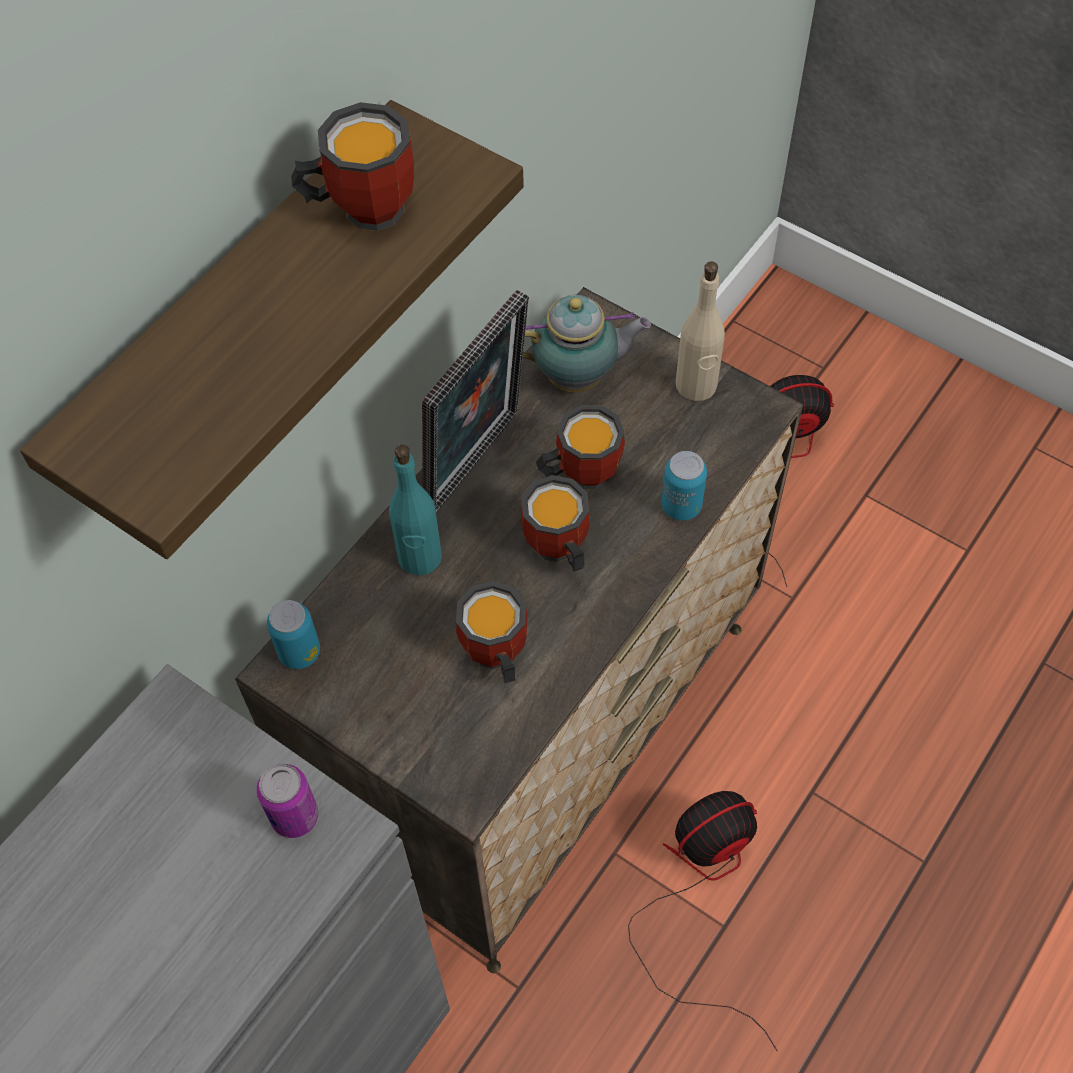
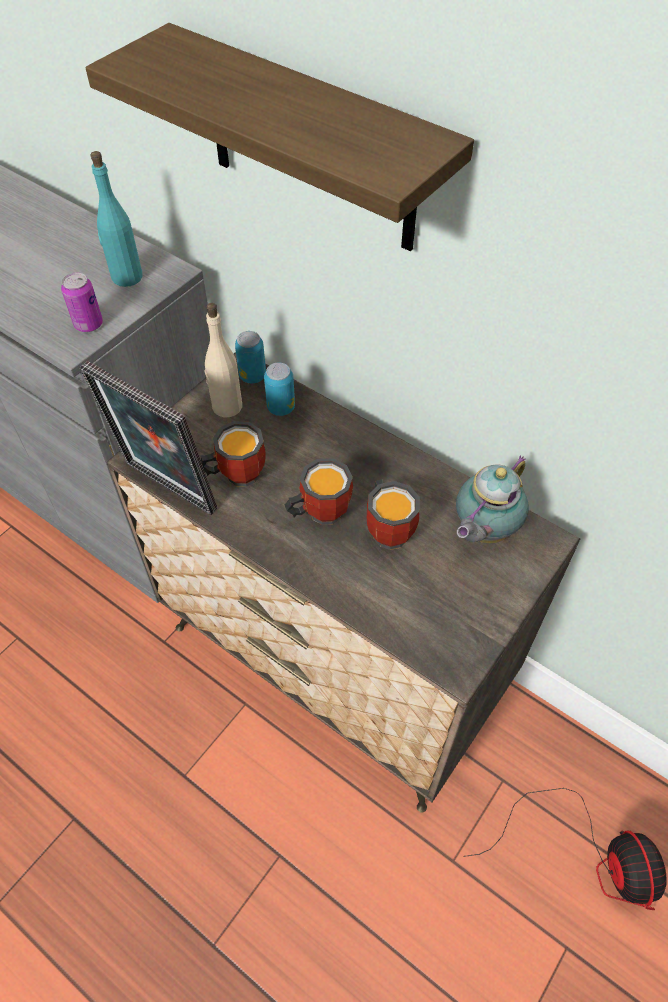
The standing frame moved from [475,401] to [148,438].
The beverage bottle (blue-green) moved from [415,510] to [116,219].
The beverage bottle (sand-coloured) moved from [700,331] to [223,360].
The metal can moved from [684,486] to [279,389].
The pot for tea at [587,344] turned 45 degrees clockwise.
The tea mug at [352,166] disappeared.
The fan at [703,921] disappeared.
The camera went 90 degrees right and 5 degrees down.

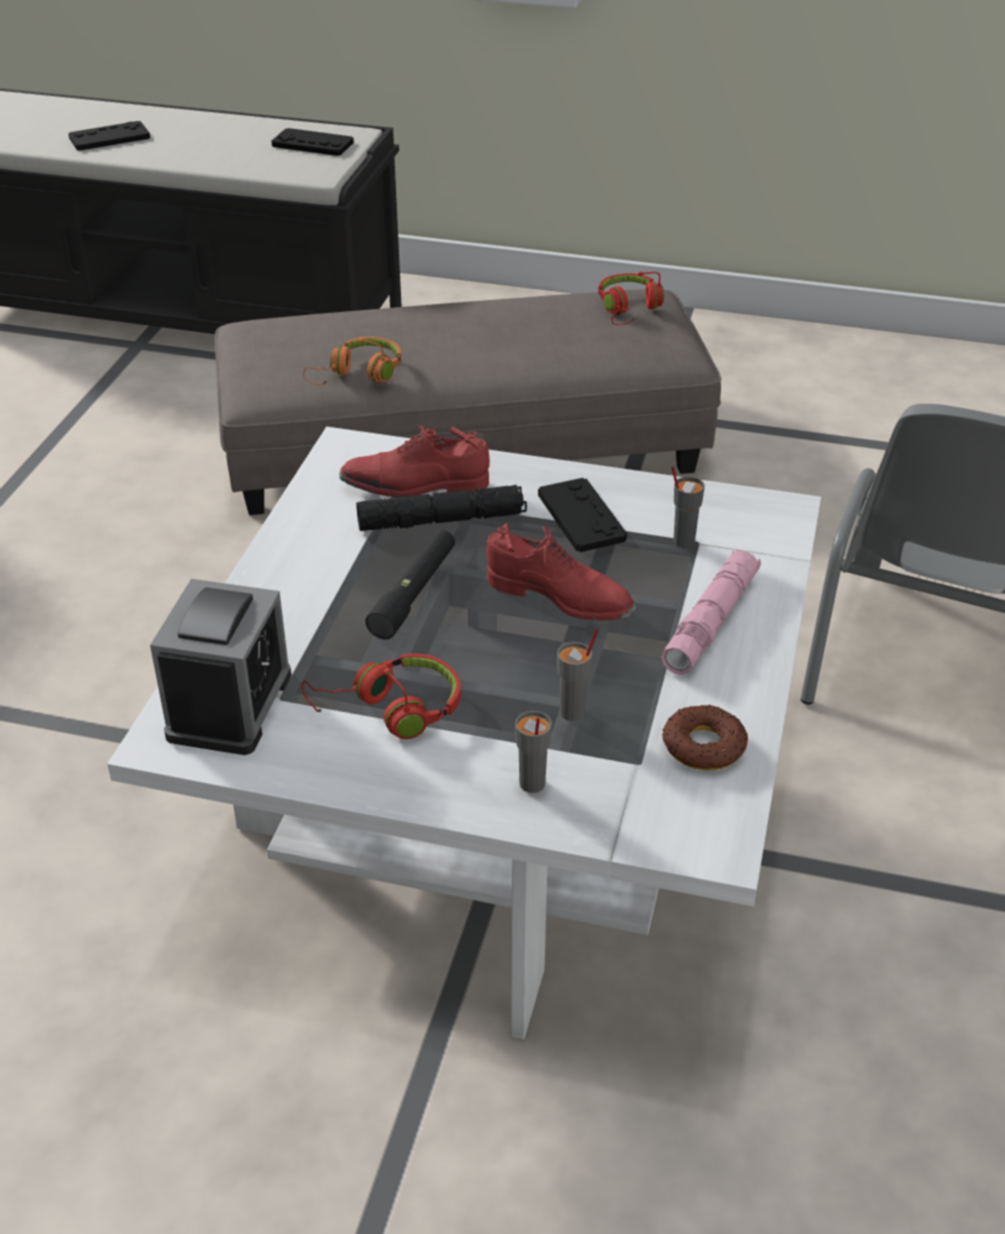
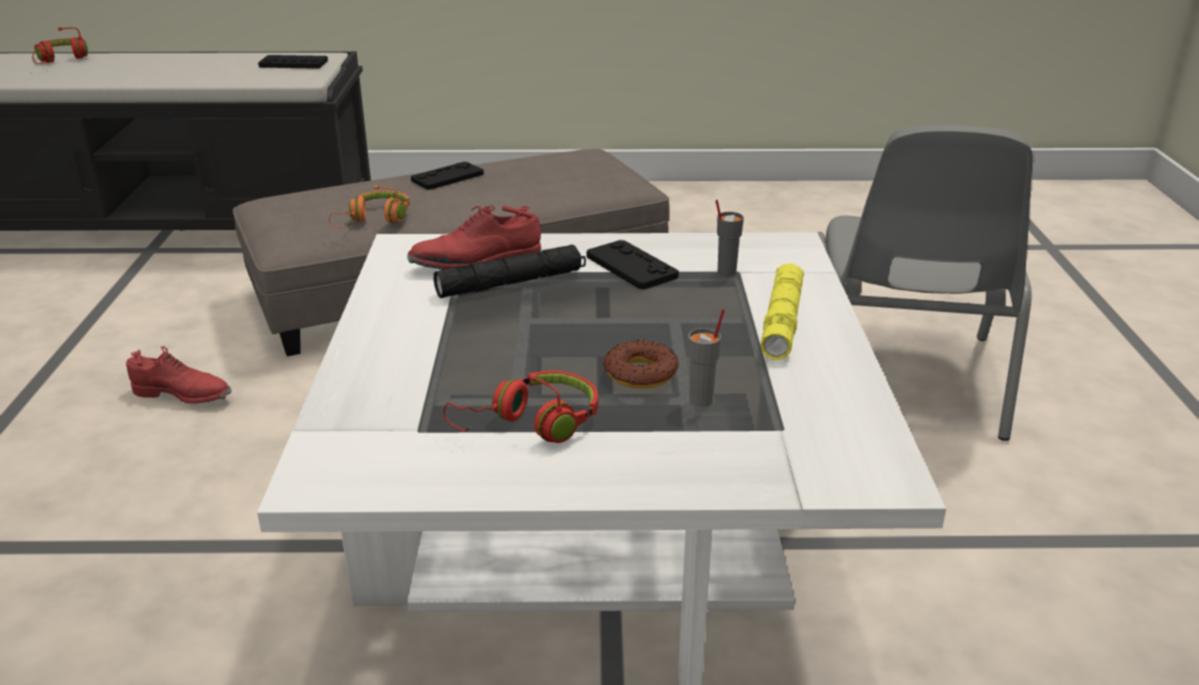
The pair of headphones (red-coloured) moved from [631,298] to [60,45].
The item of footwear (red-coloured) moved from [561,572] to [178,374].
The game controller (black-coloured) moved from [109,136] to [447,176].
The donut moved from [705,737] to [641,364].
The torch (pink) at [711,612] became the torch (yellowish) at [782,311].
The alarm clock at [221,667] disappeared.
The torch (black-coloured) at [410,584] disappeared.
The small cup (greyish) at [533,752] disappeared.
The camera went 15 degrees left and 10 degrees down.

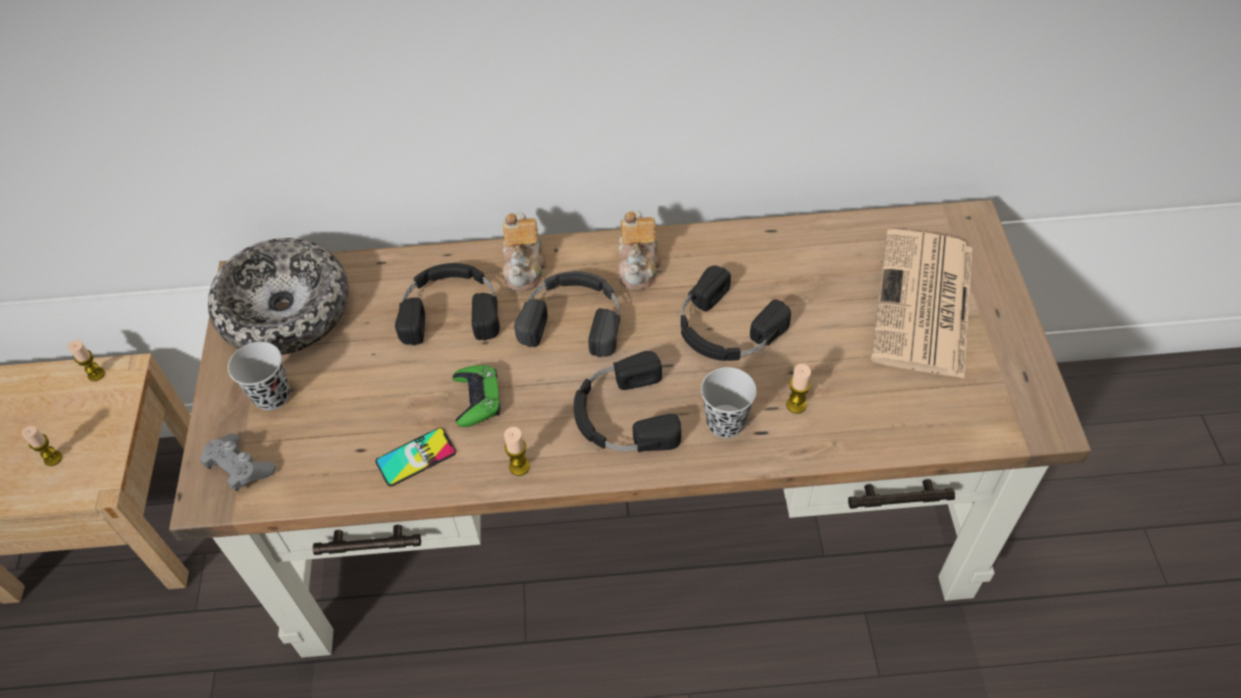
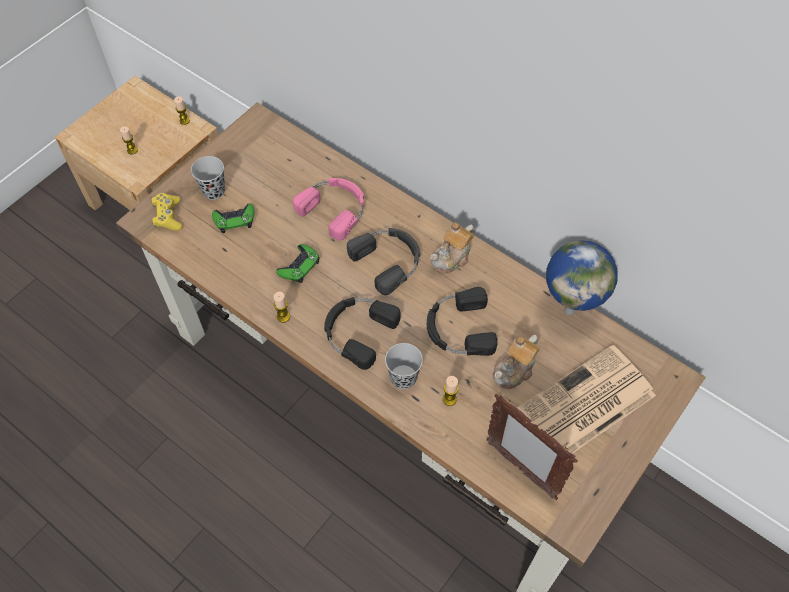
The game controller (greyish) at [238,462] became the game controller (yellowish) at [166,212].
The game controller (green-coloured) at [233,218] appeared.
The pair of headphones (black-coloured) at [447,304] became the pair of headphones (pink) at [328,209].
The standing frame at [532,447] appeared.
The pot for tea moved from [524,251] to [516,362].
The desk globe at [582,277] appeared.
The serving bowl at [278,296] disappeared.
The handset at [415,457] disappeared.
The camera went 40 degrees right and 5 degrees up.

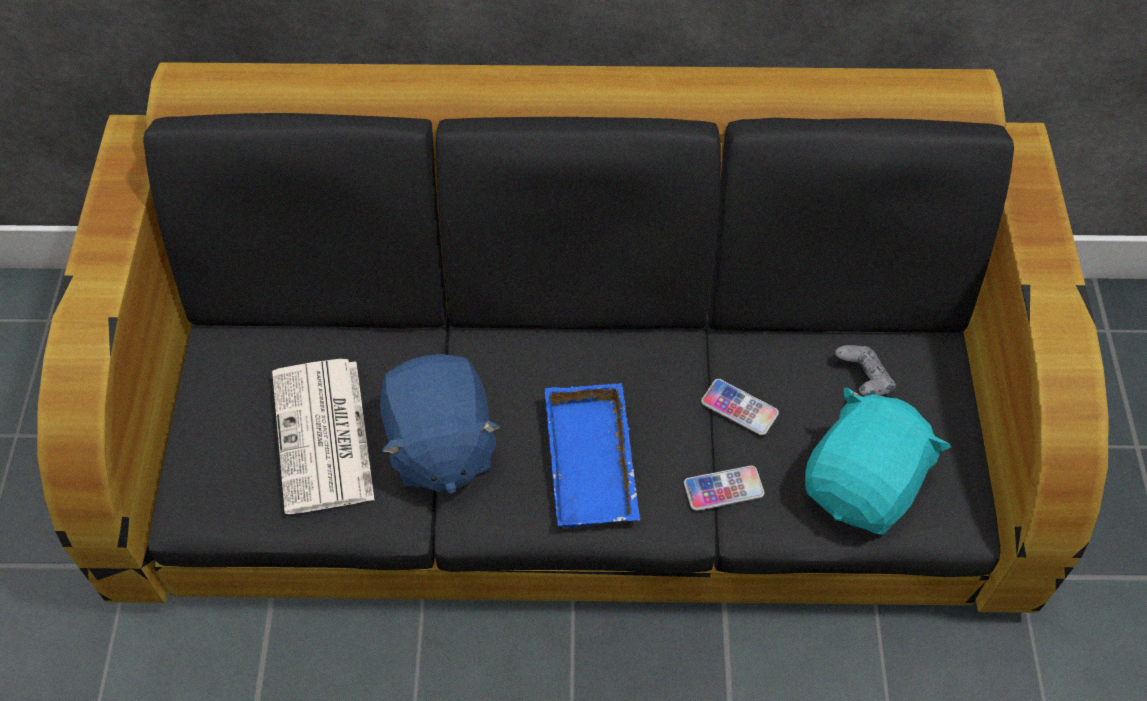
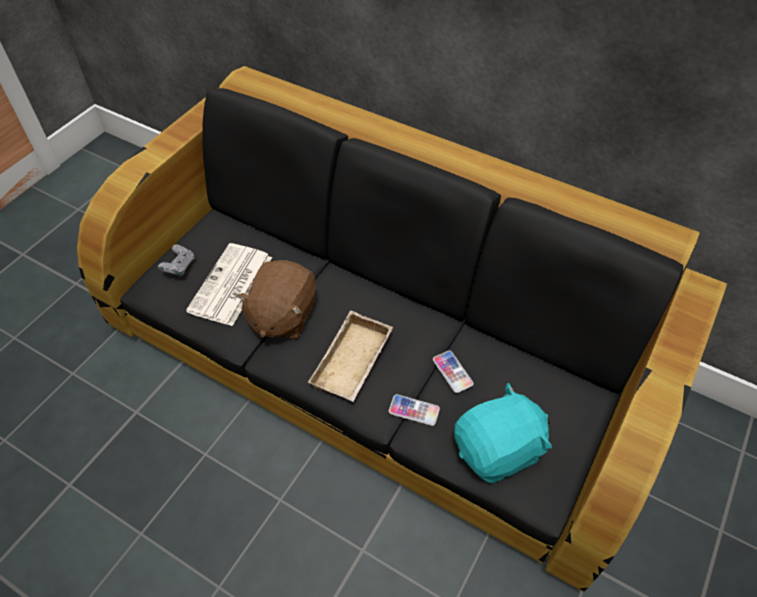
The game controller (greyish) moved from [865,370] to [176,261].
The cuddly toy (bluish) at [440,424] became the cuddly toy (brownish) at [276,299].
The serving tray (bluish) at [592,456] became the serving tray (sand-coloured) at [350,356].
The camera went 30 degrees right and 5 degrees down.

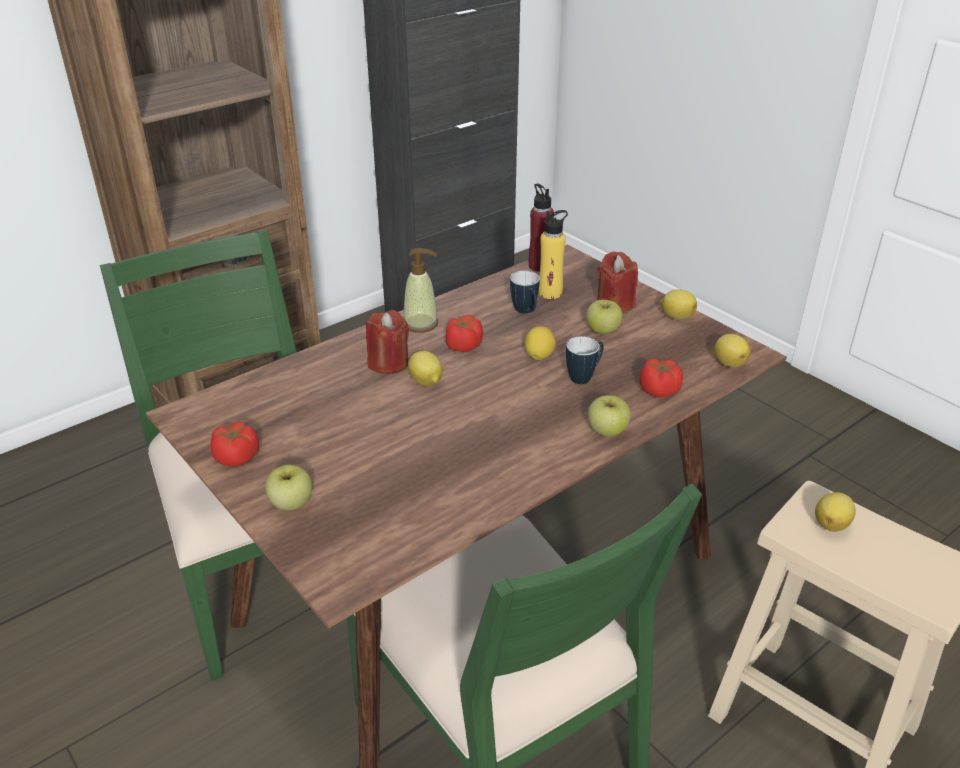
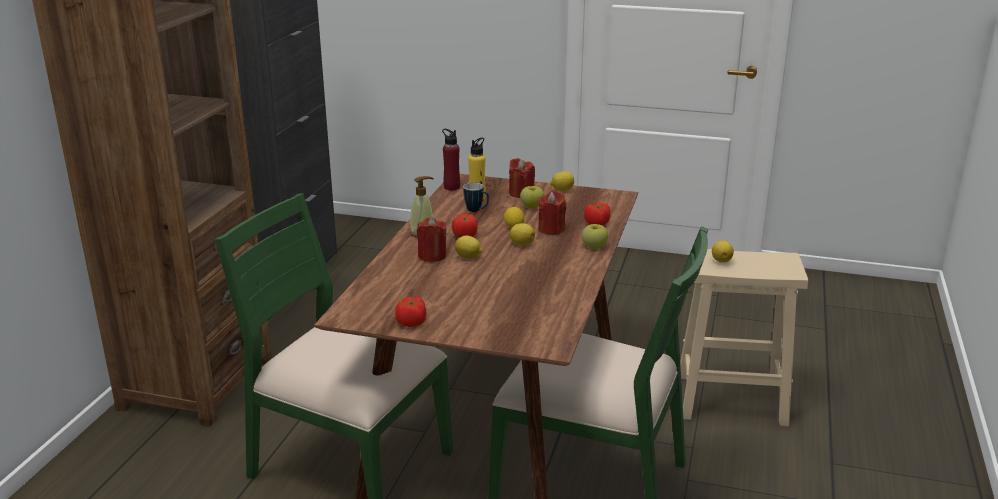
The whole lemon moved from [732,351] to [522,234].
The tea mug at [584,360] was replaced by the wax candle (red-coloured) at [552,213].
The apple at [288,487] disappeared.
The camera went 35 degrees left and 10 degrees down.

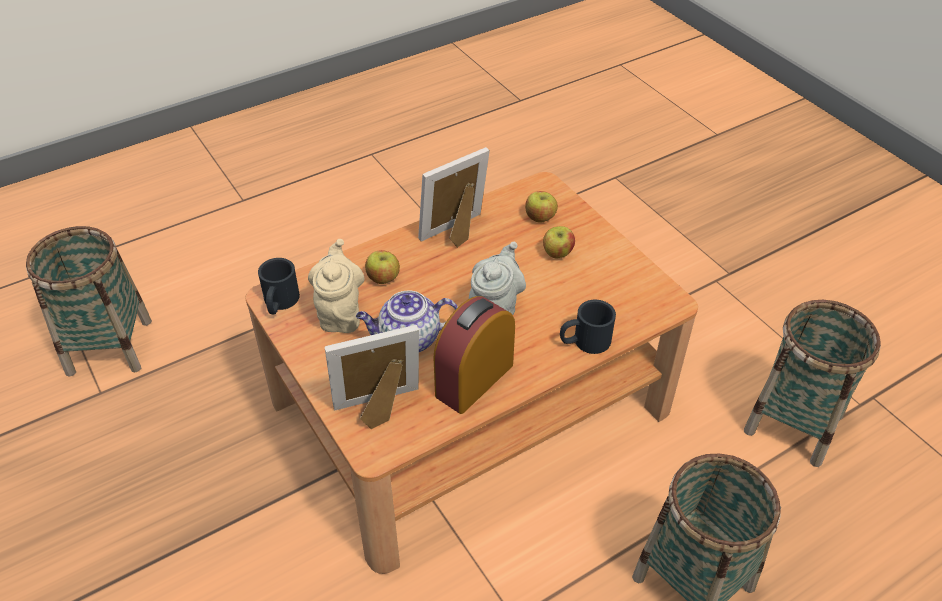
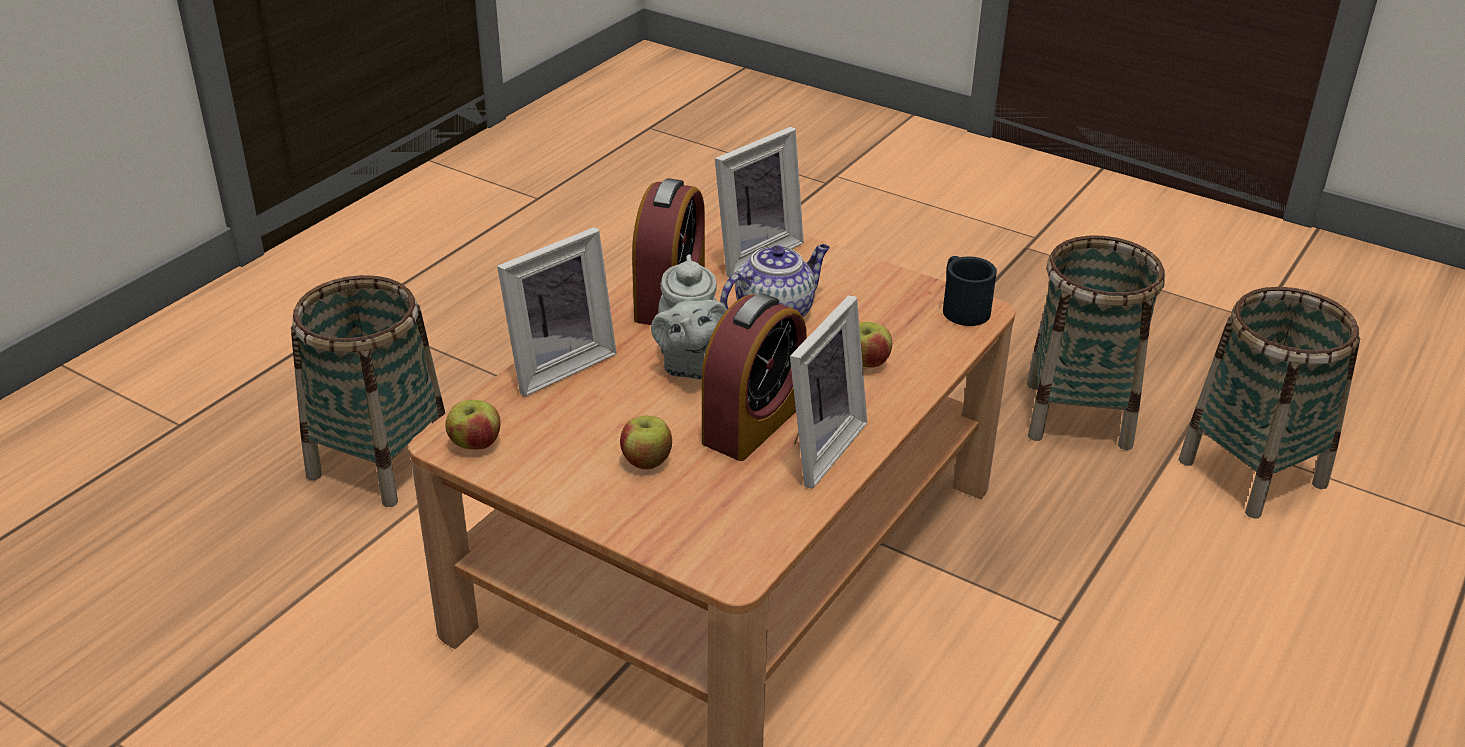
The apple moved from [541,207] to [473,425].
The tea mug (black-coloured) at [588,327] was replaced by the standing frame at [557,311].
The alarm clock at [754,377] appeared.
The storage basket moved from [812,383] to [1096,343].
The pot for tea (sand-coloured) at [336,286] disappeared.
The camera went 155 degrees right and 10 degrees down.

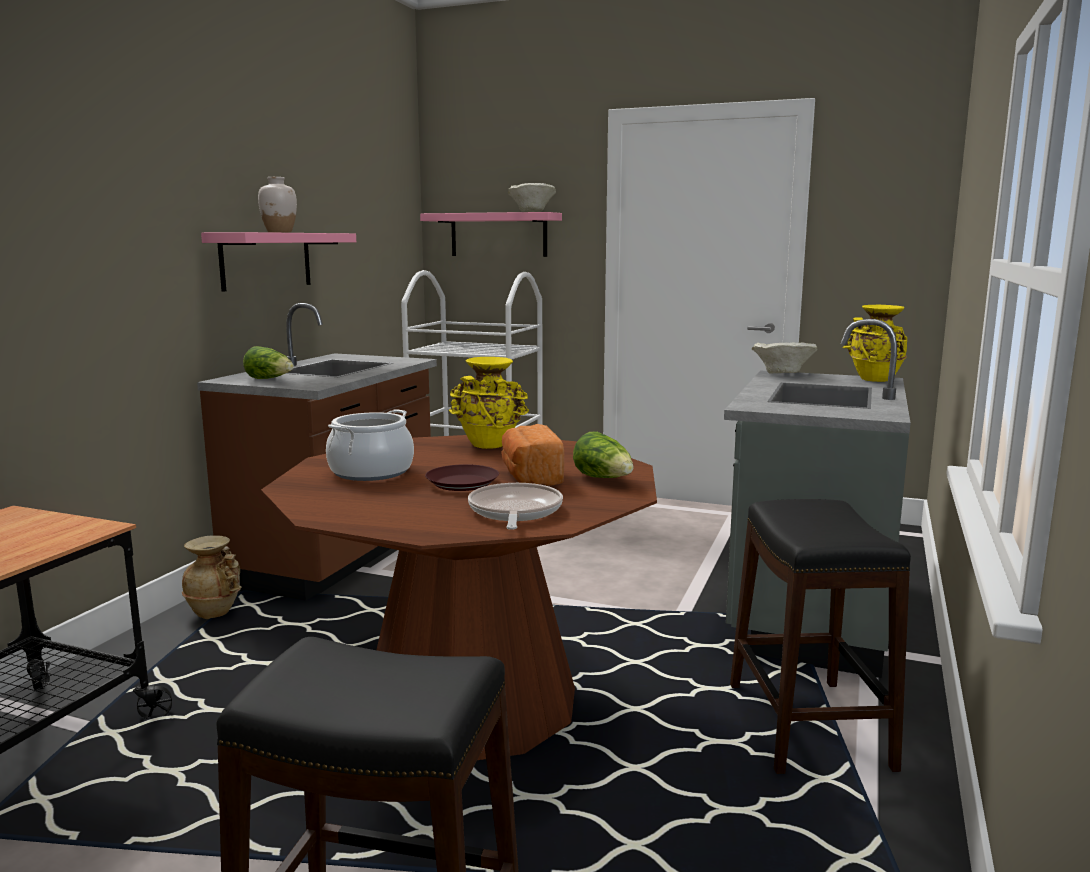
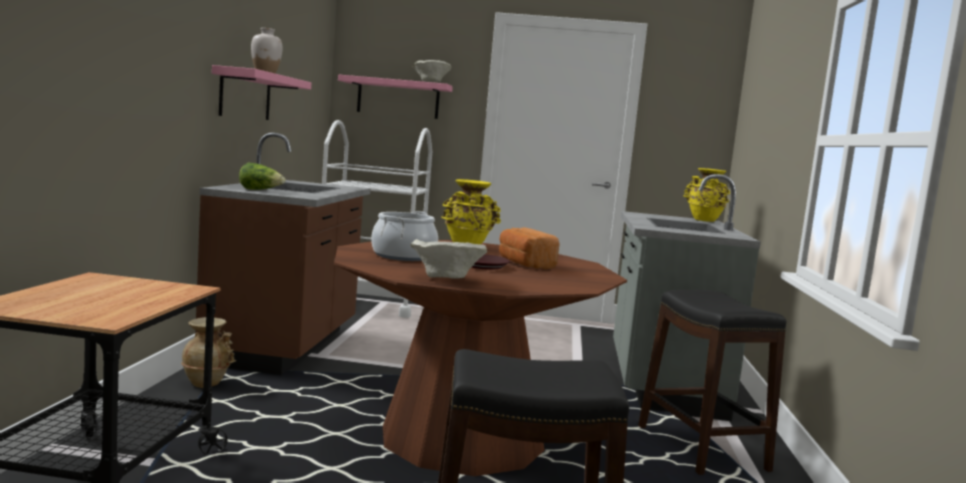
The serving bowl (sand-coloured) moved from [784,358] to [448,259].
The pan at [515,506] disappeared.
The lettuce at [603,454] disappeared.
The camera went 15 degrees left and 5 degrees down.

